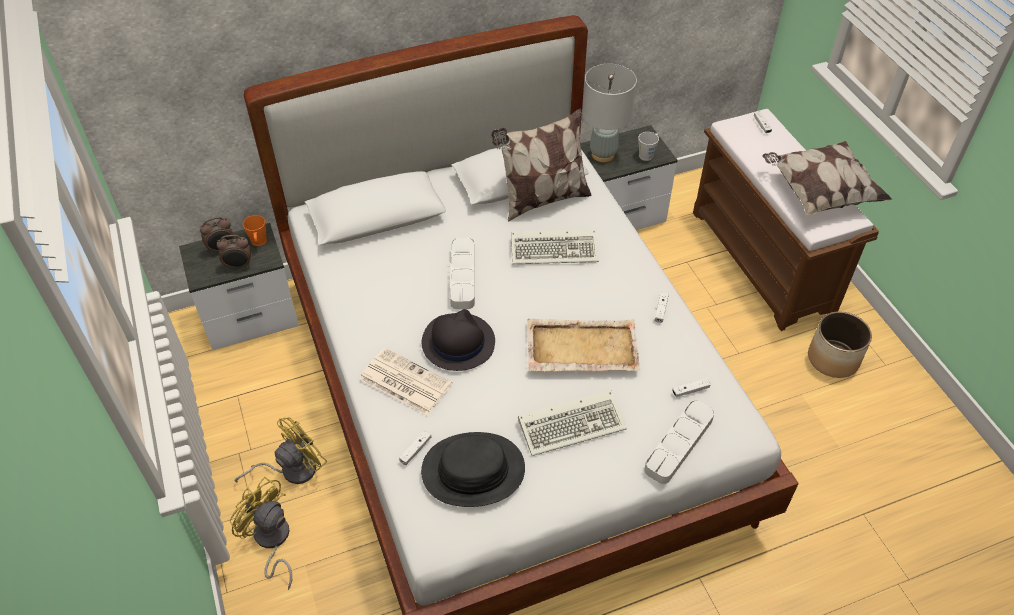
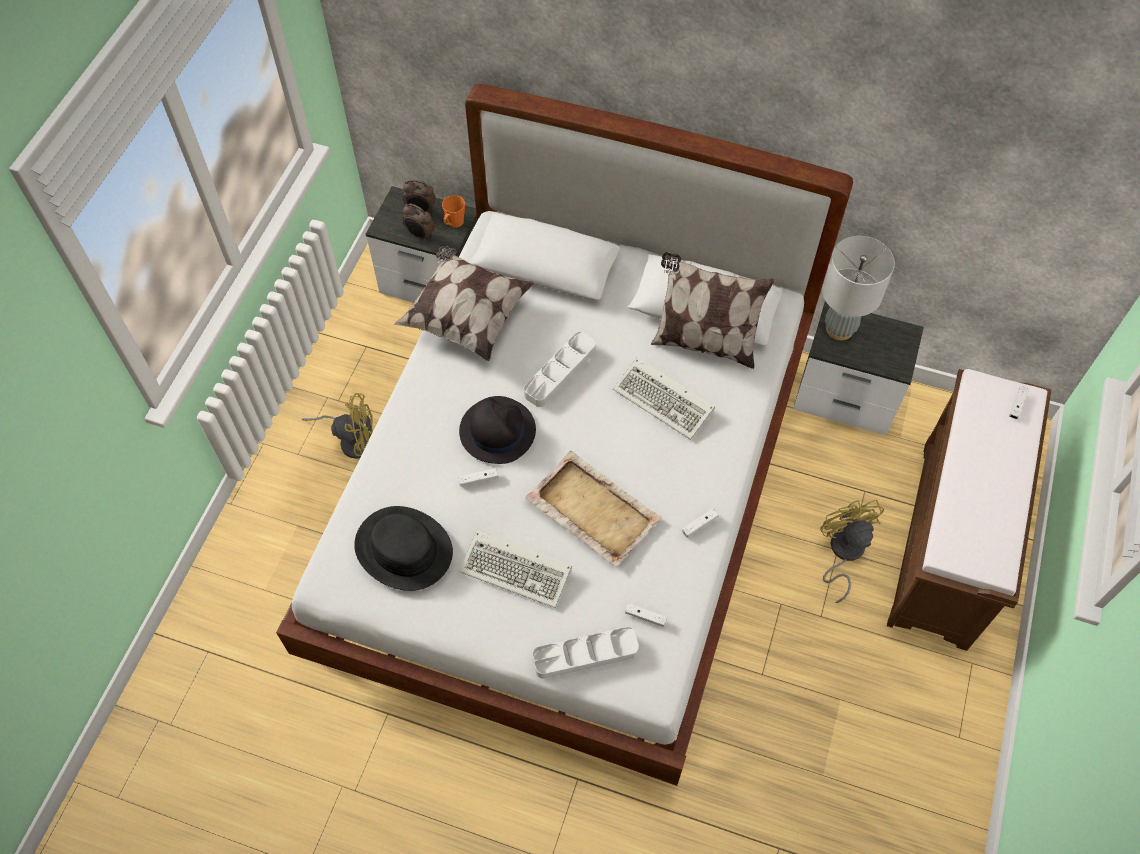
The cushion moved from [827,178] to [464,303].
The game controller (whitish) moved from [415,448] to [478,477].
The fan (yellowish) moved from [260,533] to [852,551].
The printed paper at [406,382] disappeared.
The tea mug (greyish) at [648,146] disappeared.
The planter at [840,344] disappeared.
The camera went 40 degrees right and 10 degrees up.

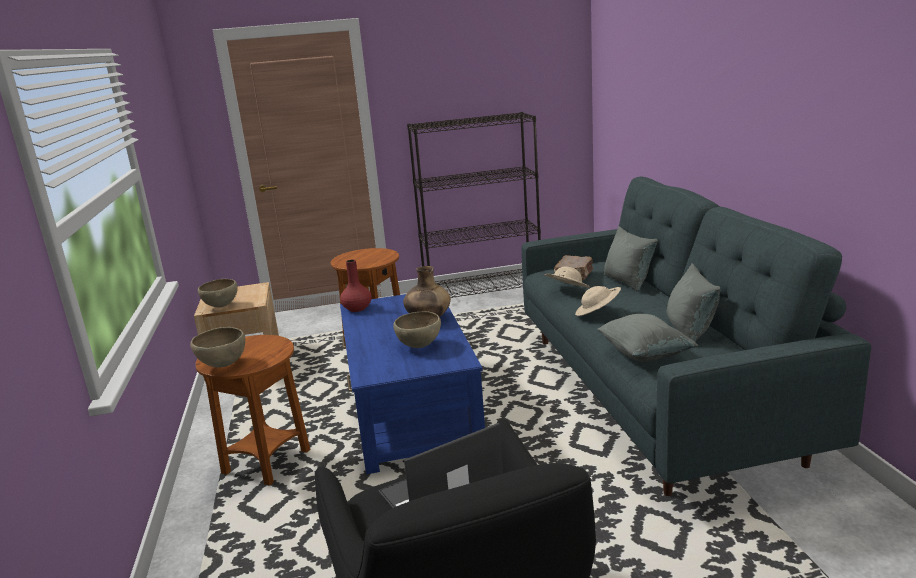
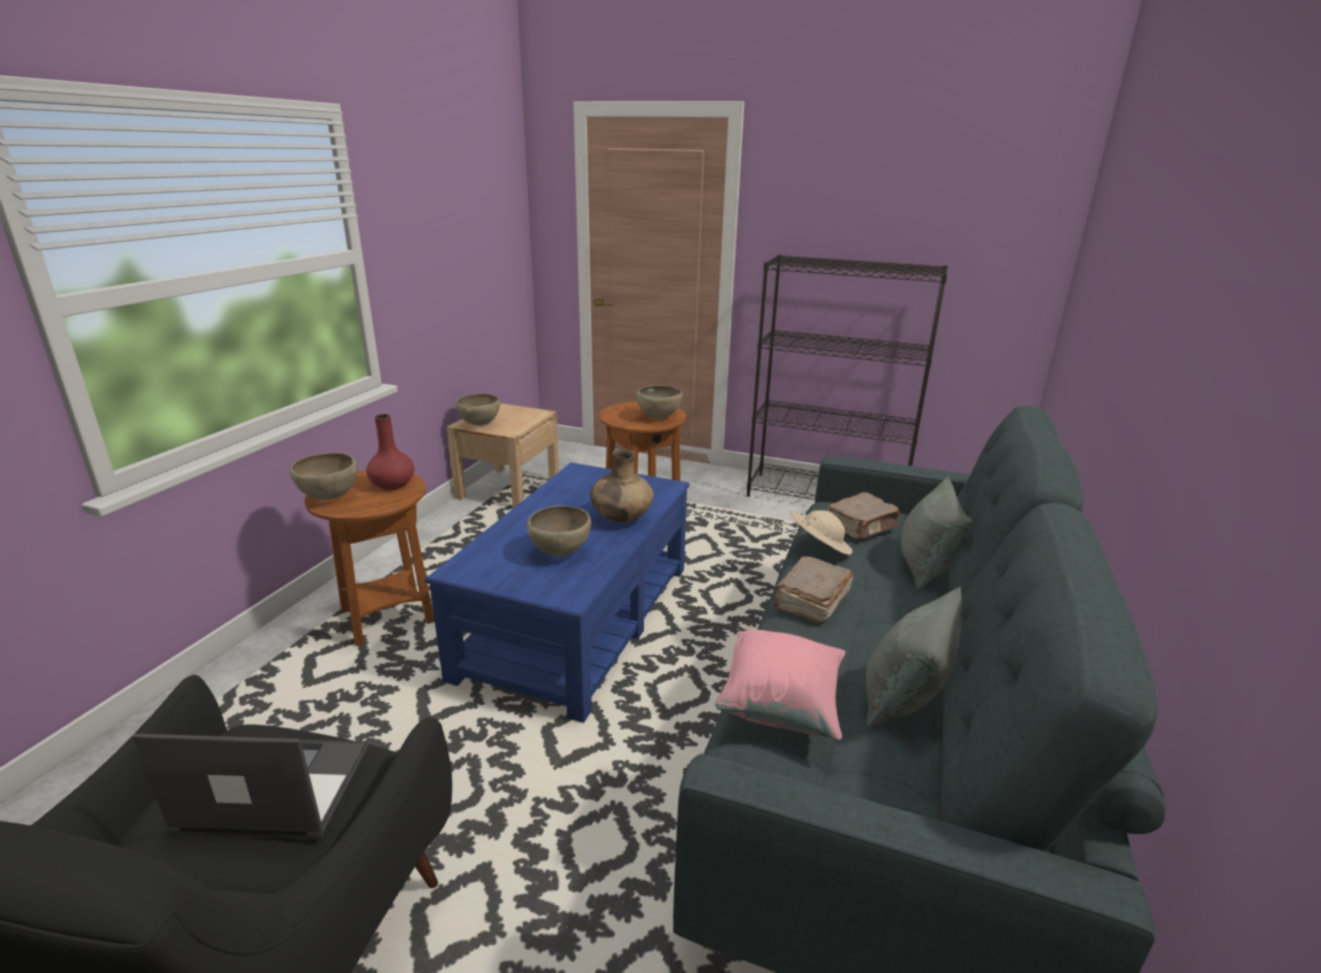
The decorative vase (red-coloured) moved from [356,285] to [390,452].
The serving bowl (brownish) at [659,402] appeared.
The cushion (greyish) at [647,338] became the cushion (pink) at [780,685].
The clothing hat (sand-coloured) at [598,301] was replaced by the book (brownish) at [813,590].
The camera went 30 degrees right and 5 degrees up.

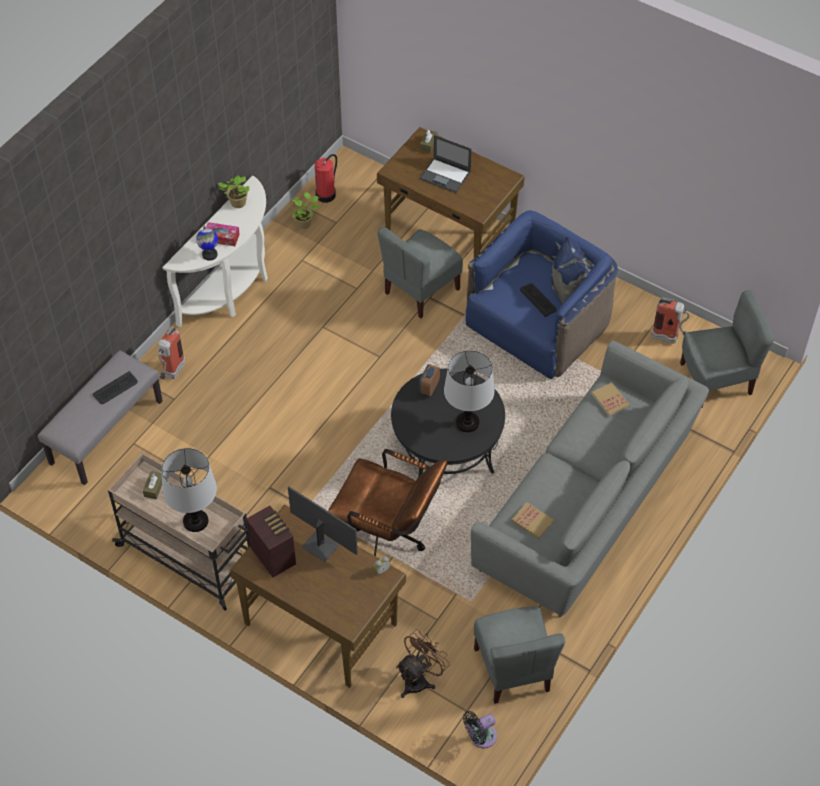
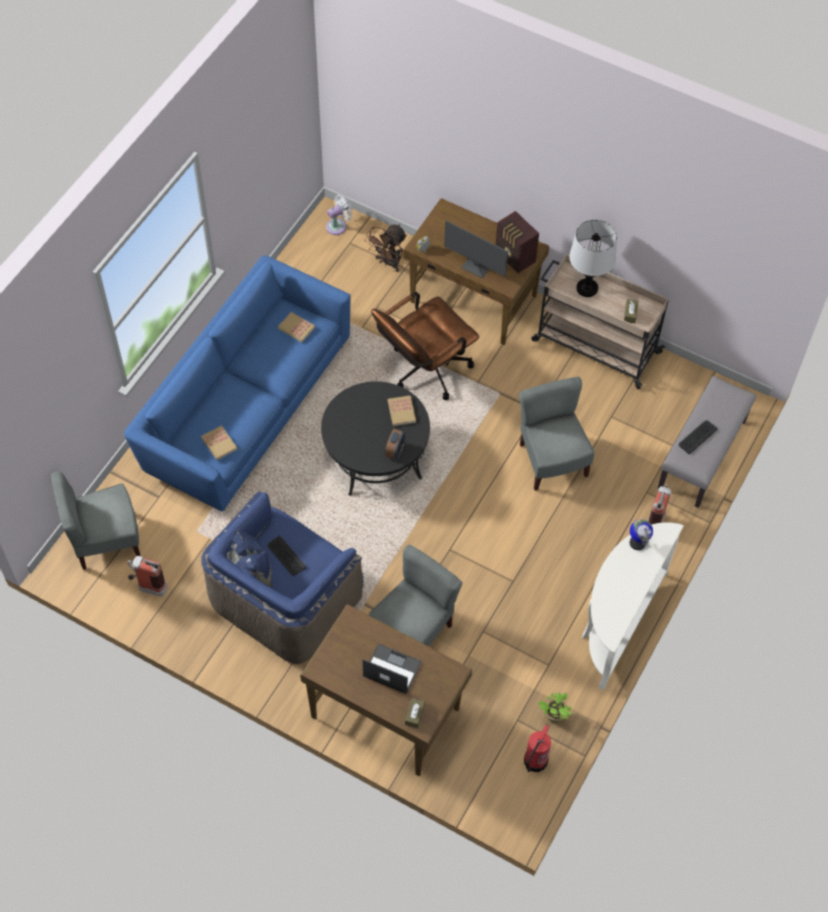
The settee (greyish) at [590,478] became the settee (bluish) at [237,383].
The fan (black-coloured) at [480,730] became the fan (whitish) at [339,215].
The computer chair (brownish) at [387,502] turned 60 degrees counterclockwise.
The book at [402,410] appeared.
The chair (greyish) moved from [519,655] to [556,434].
The tissue box at [223,234] disappeared.
The plant in a pot at [234,191] disappeared.
The lamp for a table at [469,391] disappeared.
The camera went 175 degrees right and 5 degrees up.

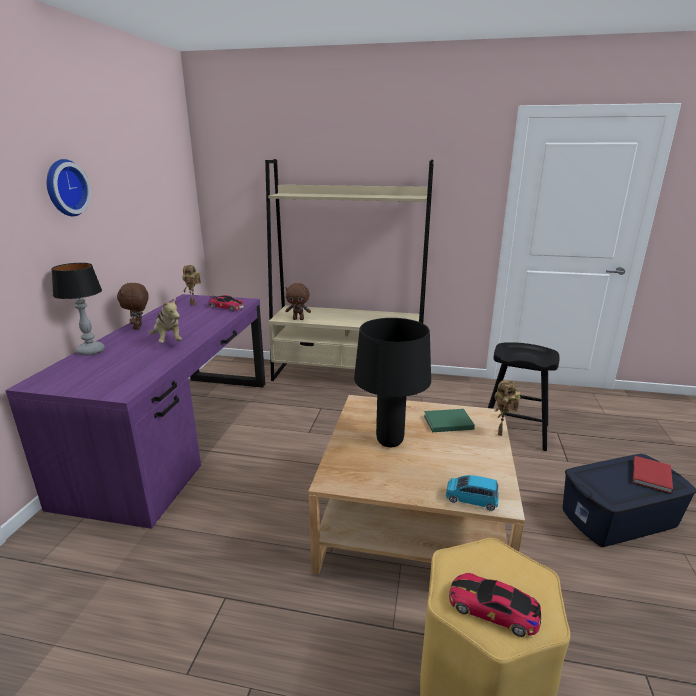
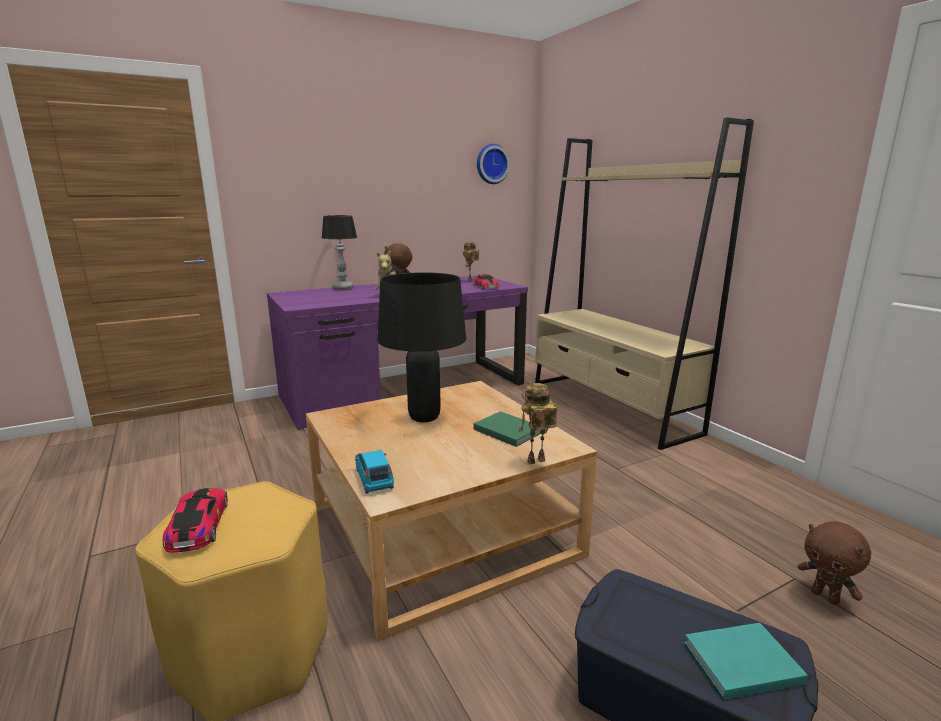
The wall clock moved from [69,187] to [493,164].
The book (red-coloured) at [653,475] became the book (blue-green) at [746,661].
The cuddly toy (brownish) moved from [298,301] to [834,563].
The stool seat (black-coloured) at [523,396] disappeared.
The camera went 50 degrees right and 5 degrees down.

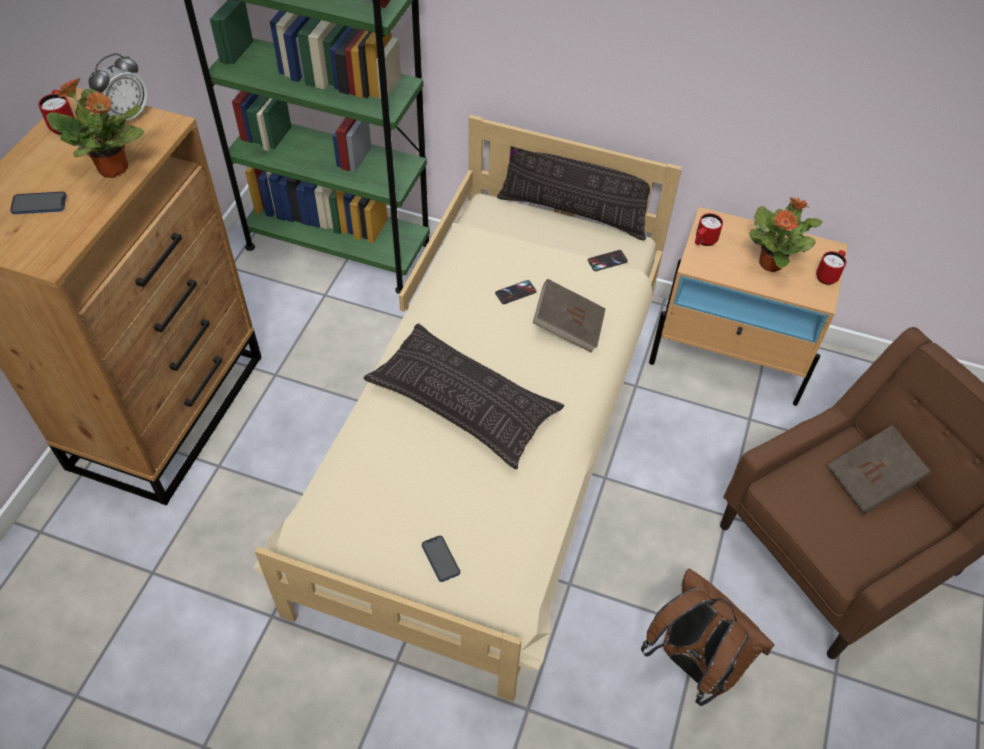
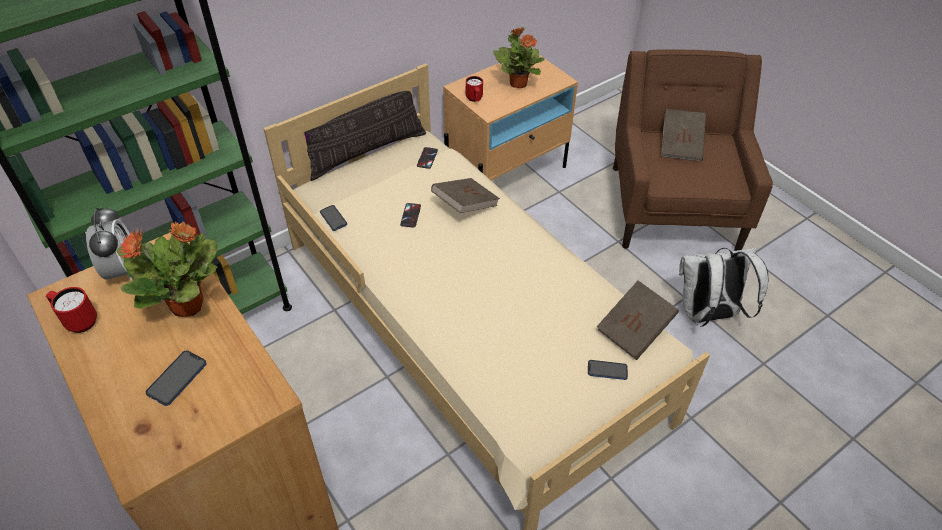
The handset at [333,218] appeared.
The book (brownish) at [638,320] appeared.
The knapsack (brownish) at [708,637] became the knapsack (whitish) at [723,287].
The cushion at [464,396] disappeared.
The tea mug (red-coloured) at [831,267] disappeared.
The camera went 55 degrees left and 5 degrees down.

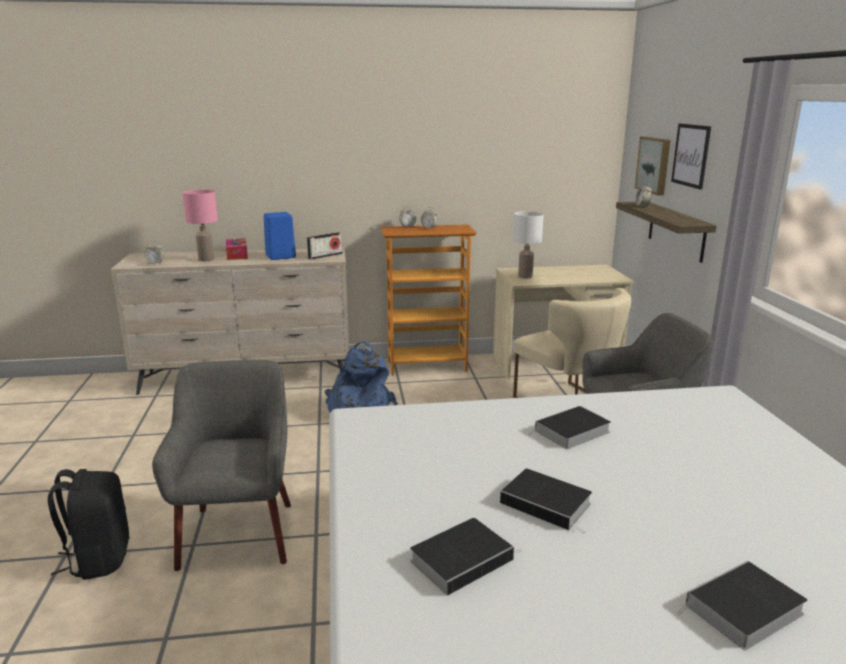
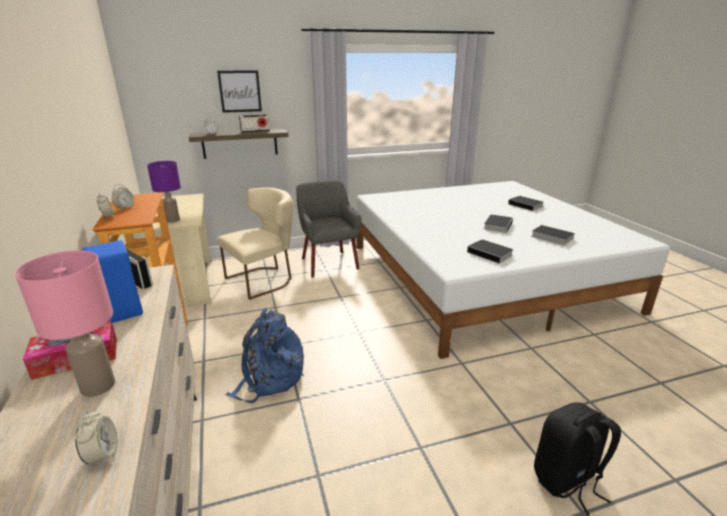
The lamp for a table (whitish) at [528,244] became the lamp for a table (purple) at [164,192].
The radio at [254,123] appeared.
The book moved from [569,427] to [490,251].
The easy chair (greyish) at [221,465] disappeared.
The wall art at [652,166] disappeared.
The camera went 100 degrees left and 5 degrees up.

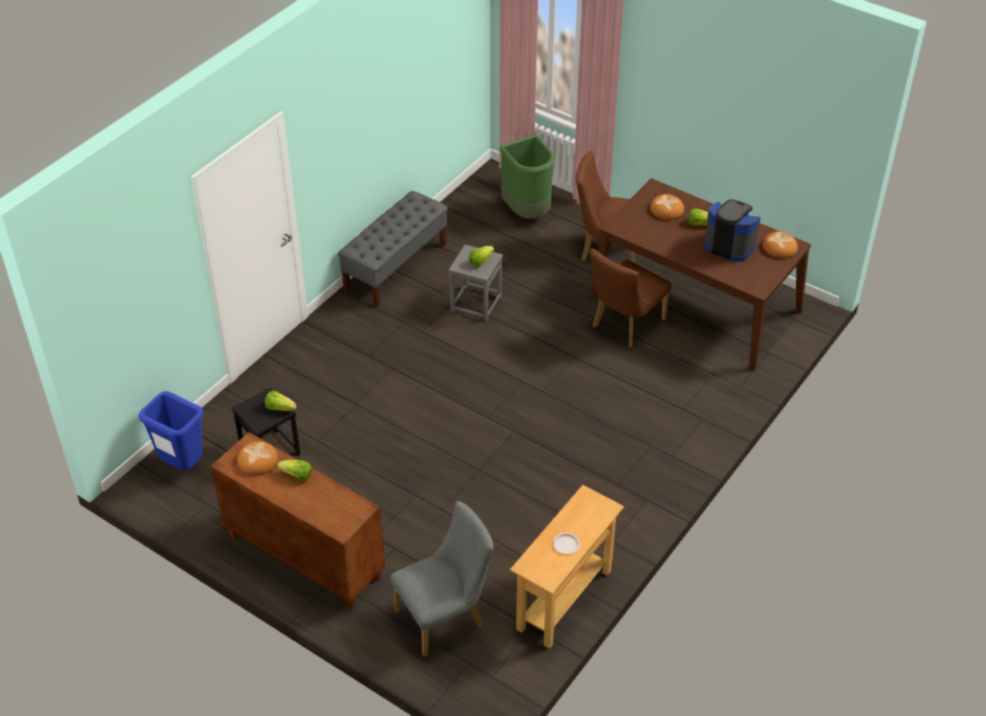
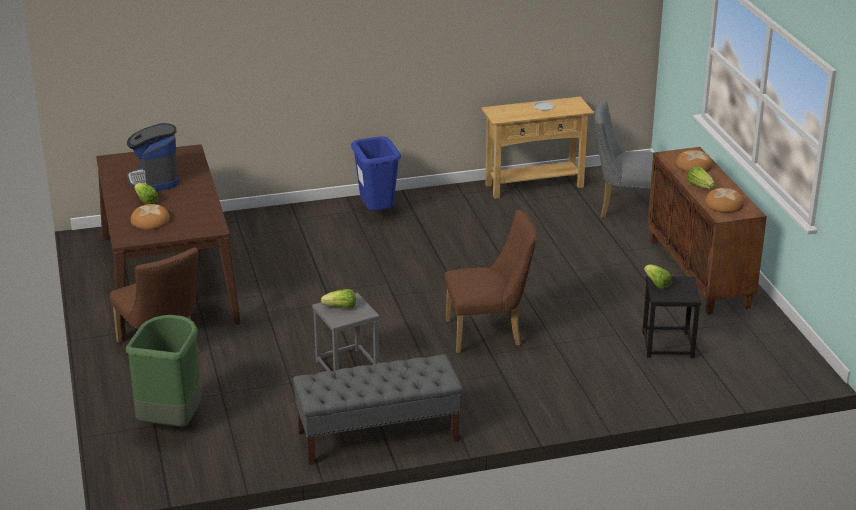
The waste bin (bluish) moved from [171,431] to [376,173].
The chair (brownish) moved from [630,298] to [491,281].
The baked bread moved from [780,244] to [694,161].
The camera went 140 degrees left and 15 degrees down.

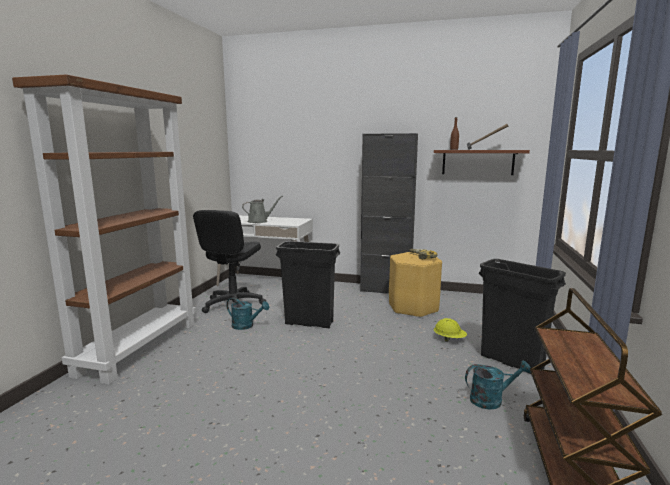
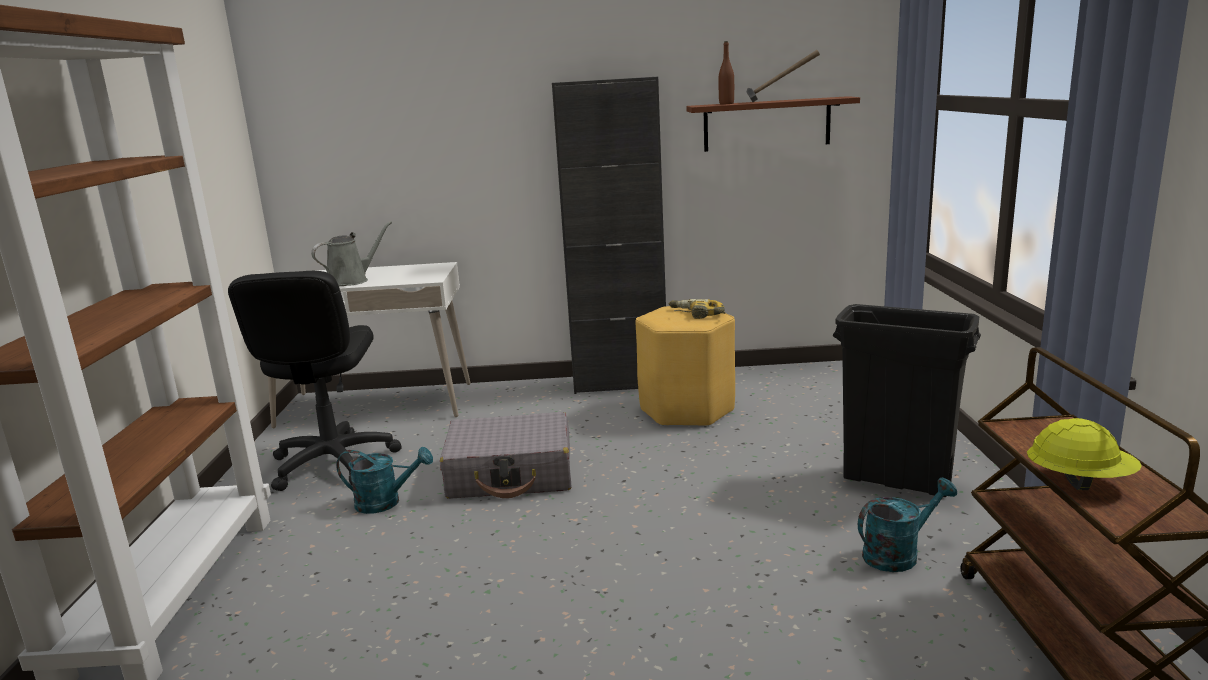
The waste bin (black-coloured) at [308,284] was replaced by the suitcase (greyish) at [506,455].
The safety helmet (yellowish) moved from [450,330] to [1084,454].
The camera went 15 degrees left and 5 degrees up.

